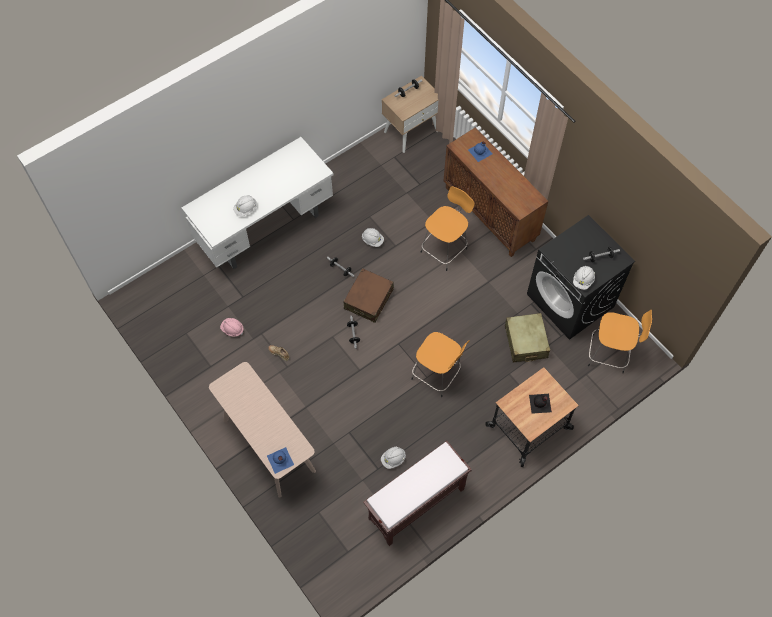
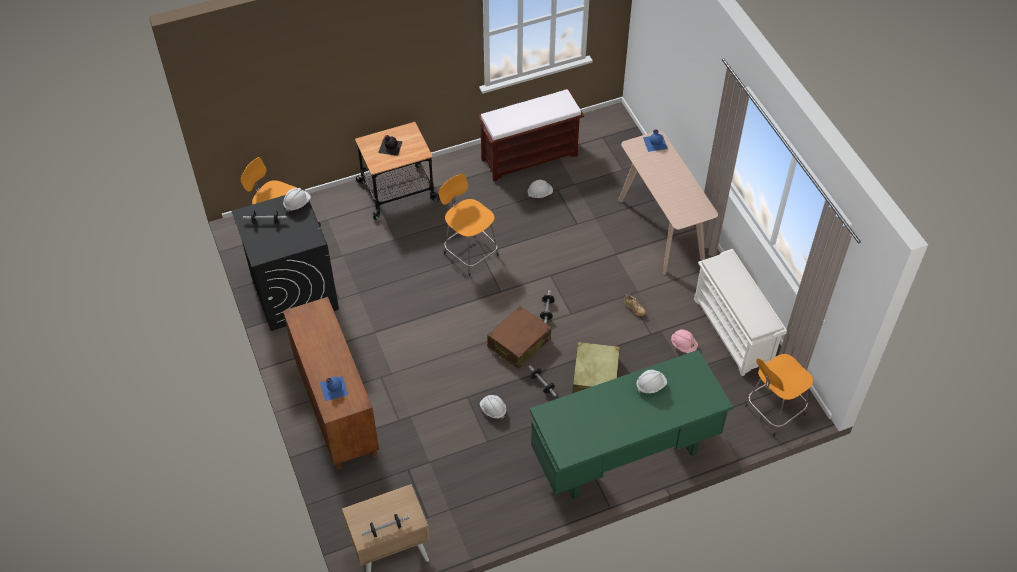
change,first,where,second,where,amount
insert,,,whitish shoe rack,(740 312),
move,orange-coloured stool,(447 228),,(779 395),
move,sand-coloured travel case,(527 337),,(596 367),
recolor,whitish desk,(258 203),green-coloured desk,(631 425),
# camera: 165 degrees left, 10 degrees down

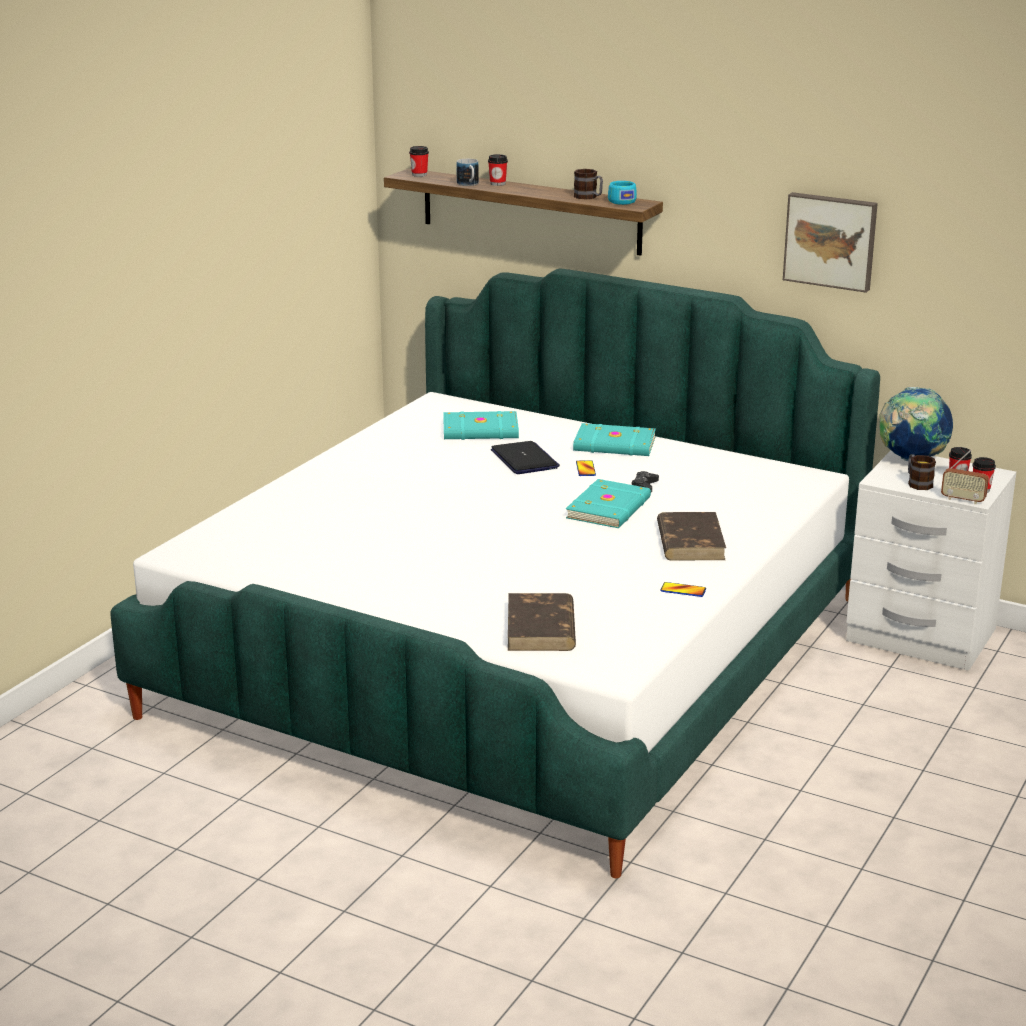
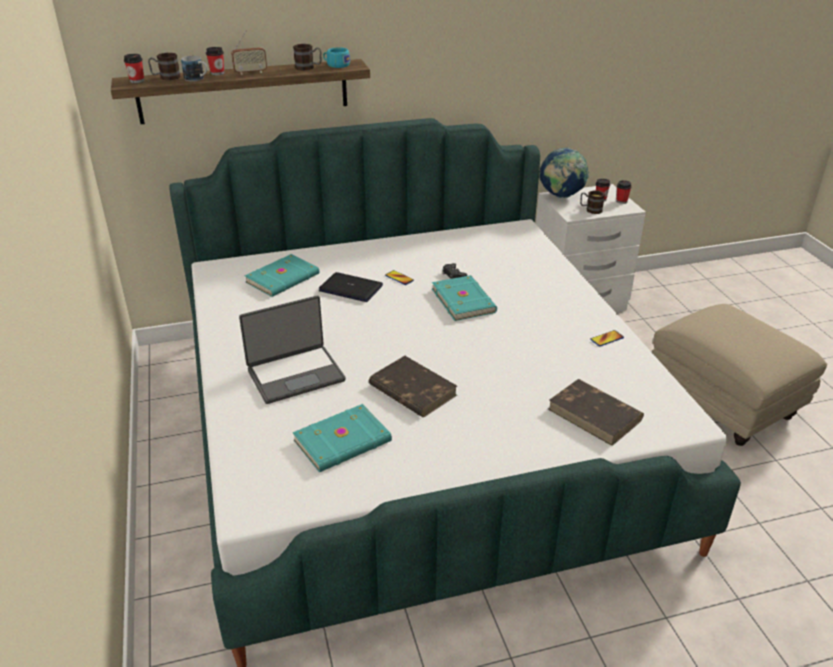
change,first,where,second,where,amount
delete,picture,(830 242),,,
insert,,,coffee mug,(164 66),
insert,,,laptop,(292 350),
insert,,,sand-coloured pouffe,(739 375),
move,turquoise-coloured book,(614 439),,(342 438),
move,brown book,(691 536),,(413 386),
move,radio set,(965 477),,(249 52),
# camera: 45 degrees left, 10 degrees up

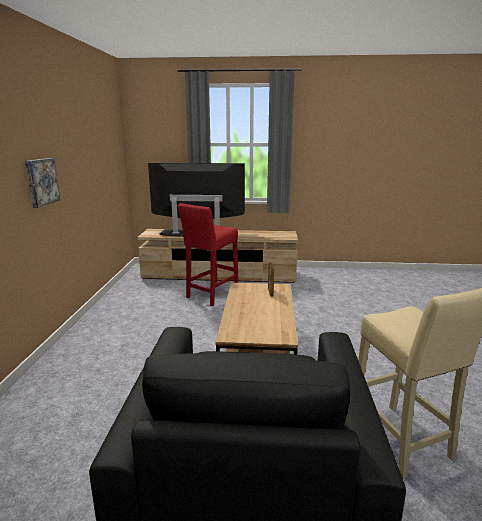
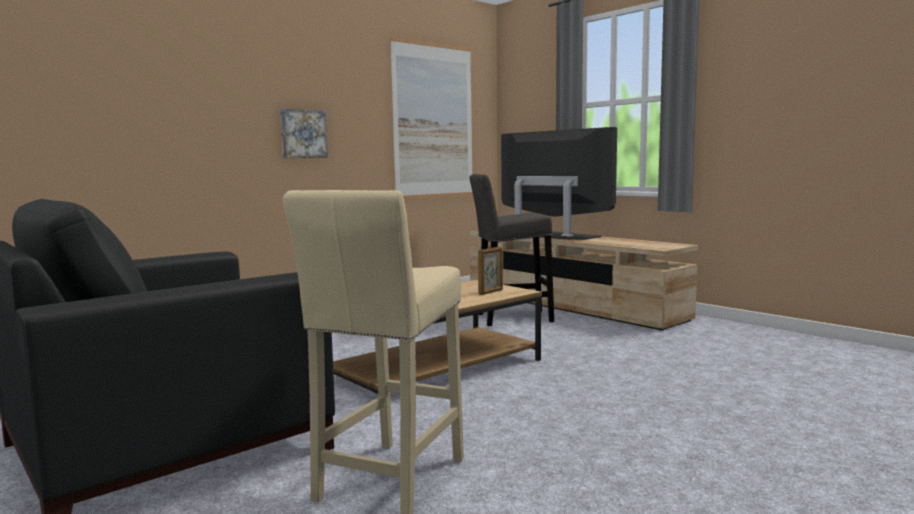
change,first,where,second,where,amount
insert,,,picture,(431 118),
recolor,reddish stool,(208 254),grey stool,(511 250),
# camera: 45 degrees right, 10 degrees down

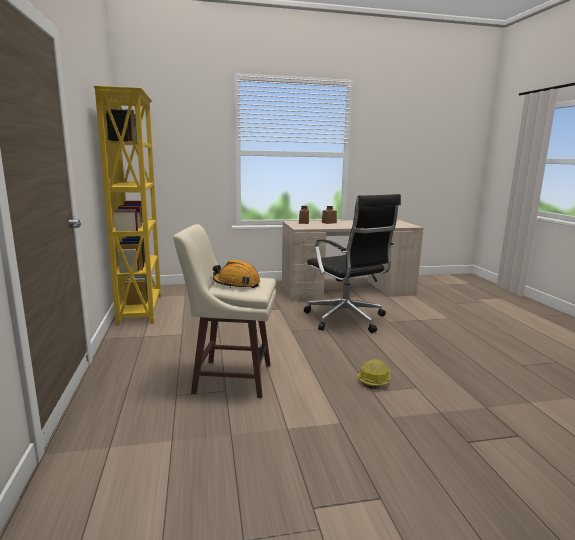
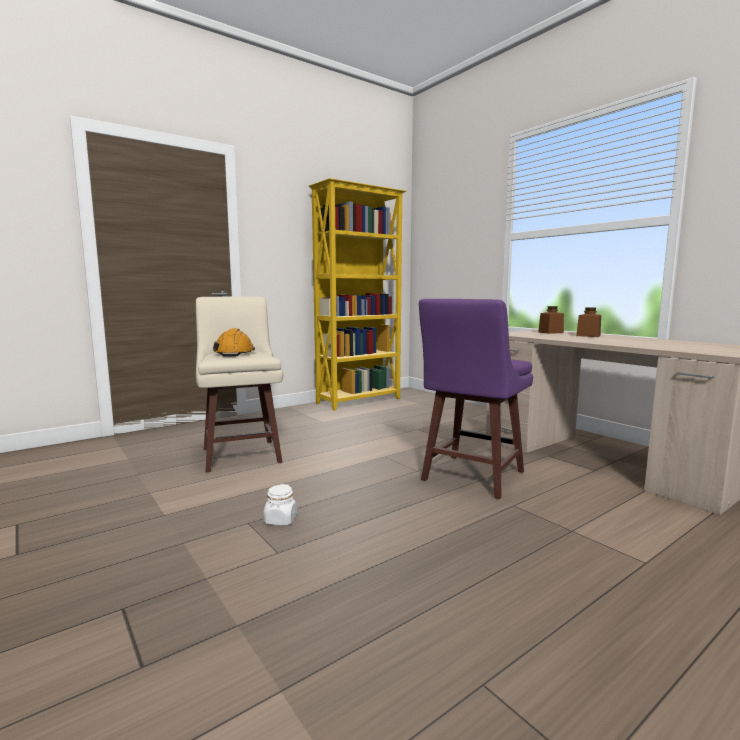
change,first,where,second,where,amount
replace,black-coloured desk chair,(352 263),purple stool,(476 399),
replace,safety helmet,(374 373),whitish storage jar,(280 504),
# camera: 65 degrees right, 5 degrees down

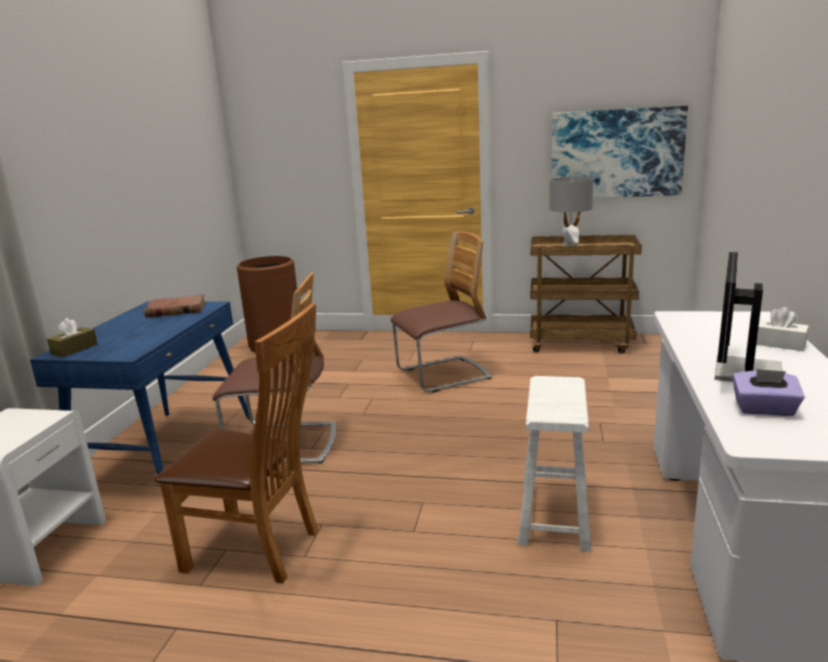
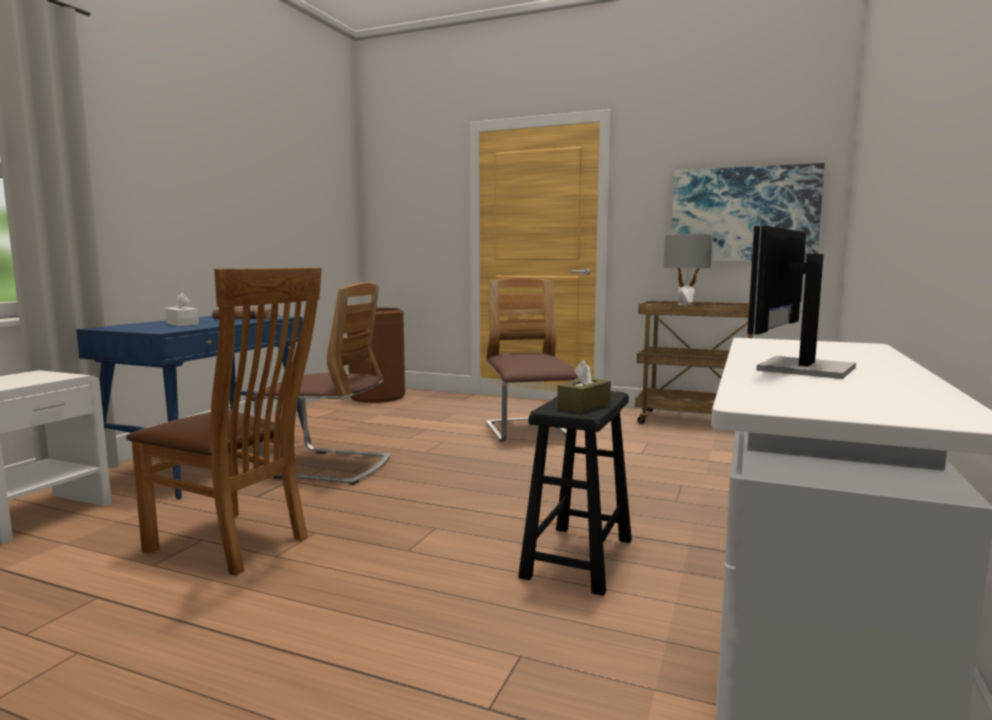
change,first,where,second,where,amount
delete,purple tissue holder,(768 392),,,
move,brown tissue holder,(72 337),,(584 386),
move,whitish tissue holder,(782 329),,(182 309),
recolor,whitish stool,(554 463),black-coloured stool,(575 493),
rotate,upright chair,(441 312),,(531 359),90 degrees counterclockwise
# camera: 10 degrees right, 10 degrees down

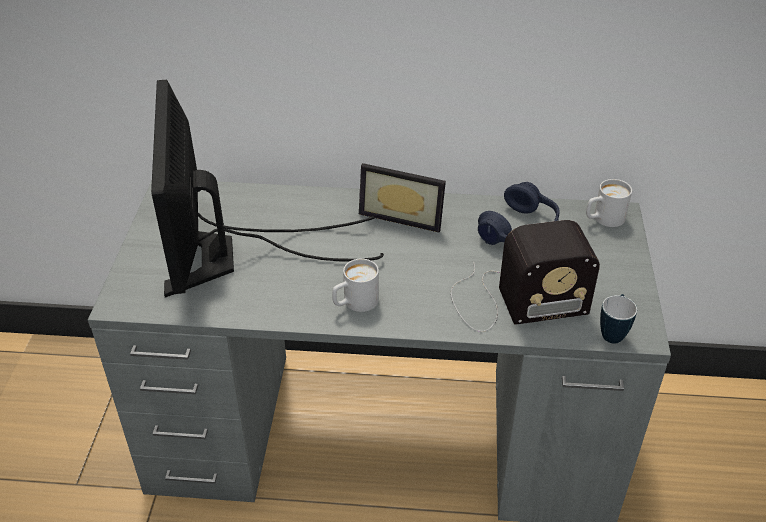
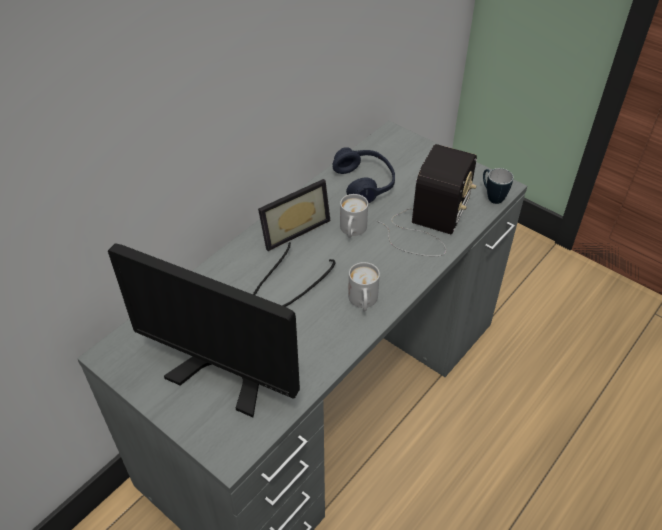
change,first,where,second,where,amount
move,whitish coffee mug,(609 203),,(354 216),
# camera: 55 degrees left, 5 degrees up

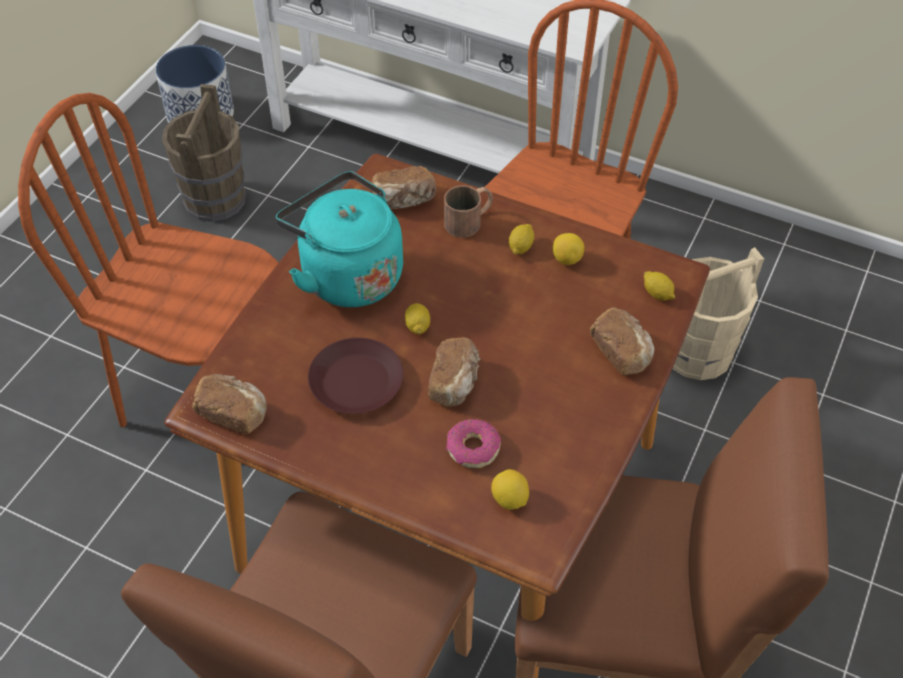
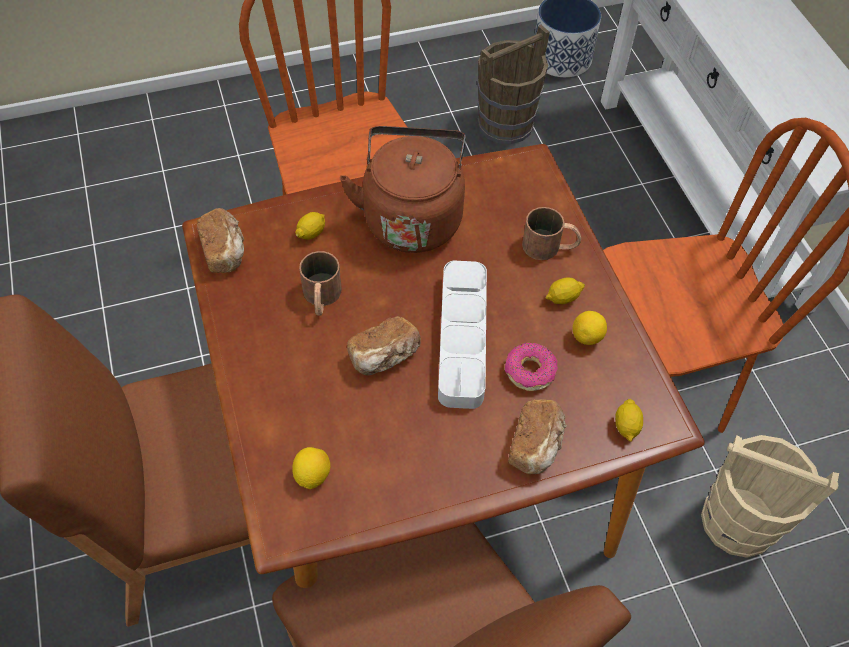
change,first,where,second,where,amount
delete,bread,(404 187),,,
insert,,,grey carrying tray,(462 334),
move,lemon,(417 319),,(310 226),
move,ring doughnut,(473 443),,(531 367),
replace,brown dinner plate,(355 375),brown coffee mug,(320 283),
recolor,turquoise-coloured tea kettle,(339 239),brown tea kettle,(403 189),
# camera: 45 degrees right, 5 degrees up

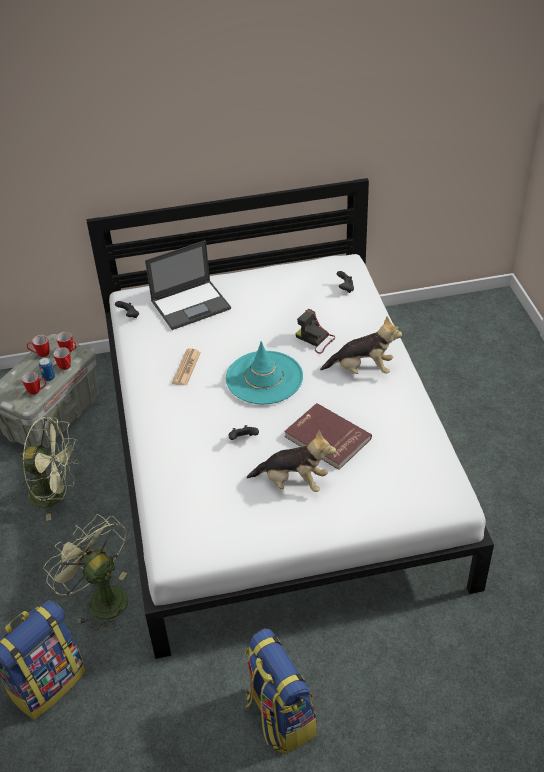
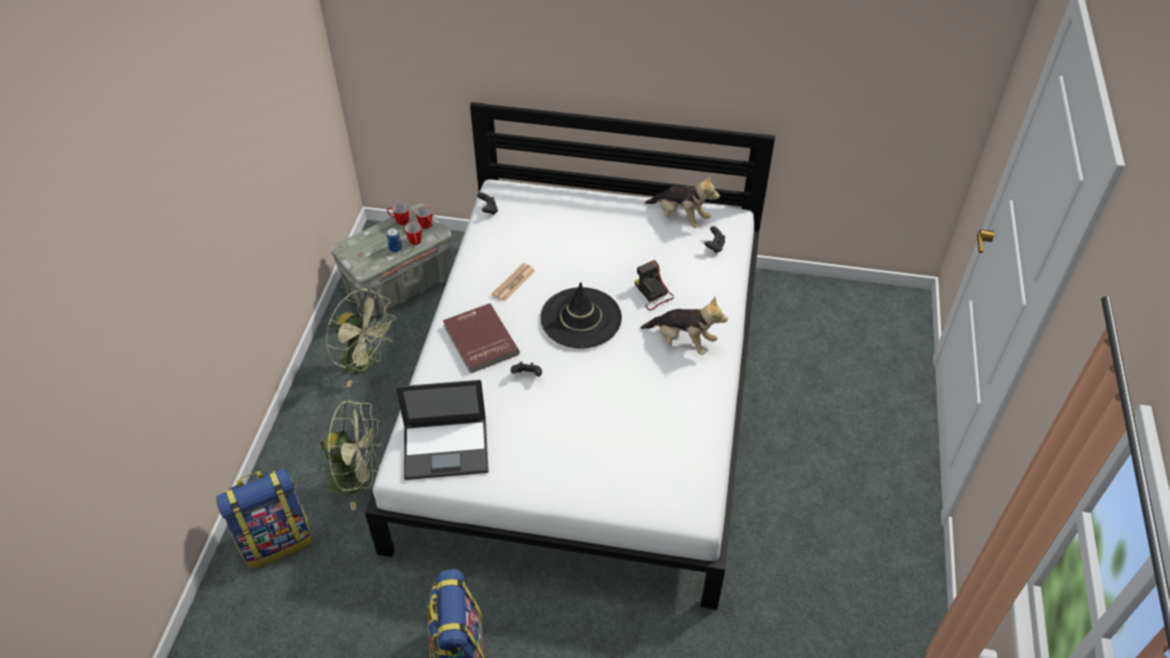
change,first,where,second,where,amount
delete,coffee mug,(34 383),,,
move,laptop,(188 285),,(442 430),
move,plush toy,(291 461),,(682 201),
move,reddish book,(328 436),,(481 338),
recolor,turquoise-coloured clothing hat,(264 372),black-coloured clothing hat,(581 315),
rotate,green-coloured fan,(85 572),,(351 455),120 degrees clockwise
# camera: 20 degrees right, 5 degrees up

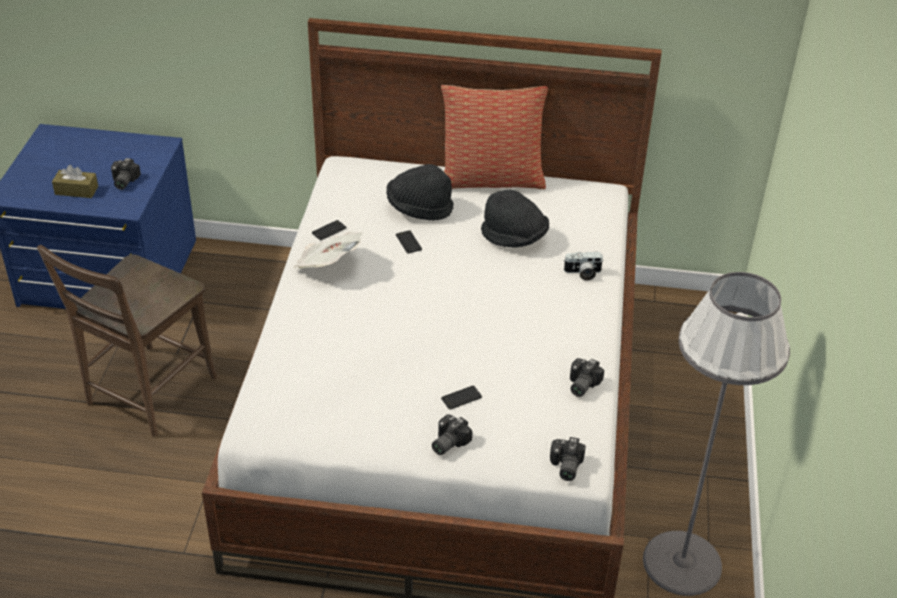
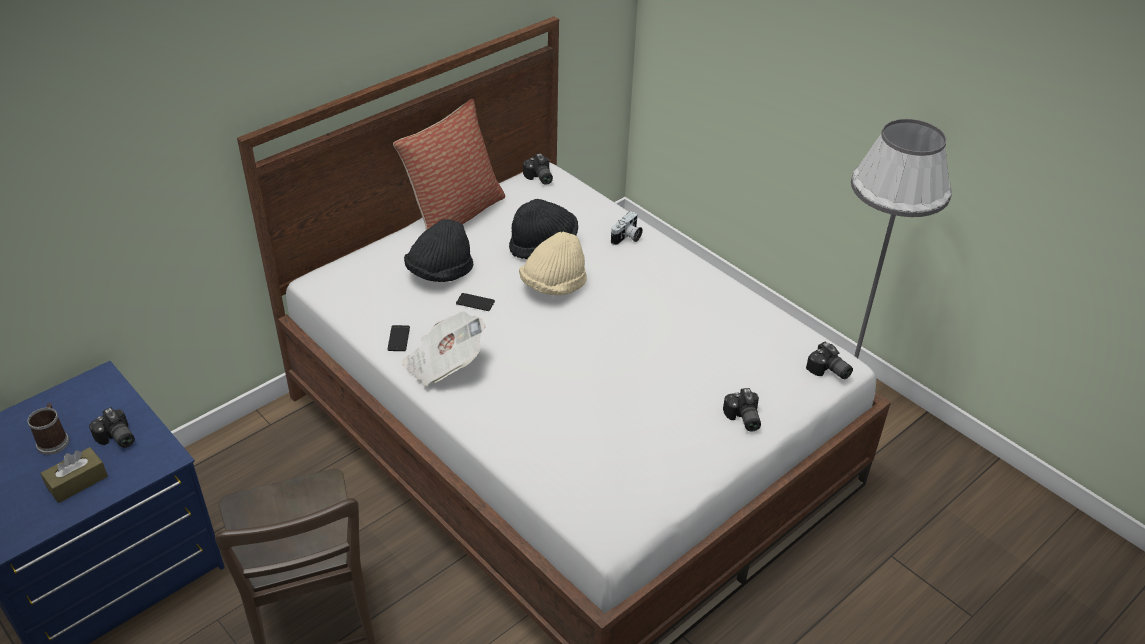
change,first,where,second,where,amount
delete,handset,(461 398),,,
insert,,,coffee mug,(48 429),
insert,,,sand-coloured clothing hat,(553 264),
move,still camera,(587 377),,(538 169),
# camera: 50 degrees left, 0 degrees up

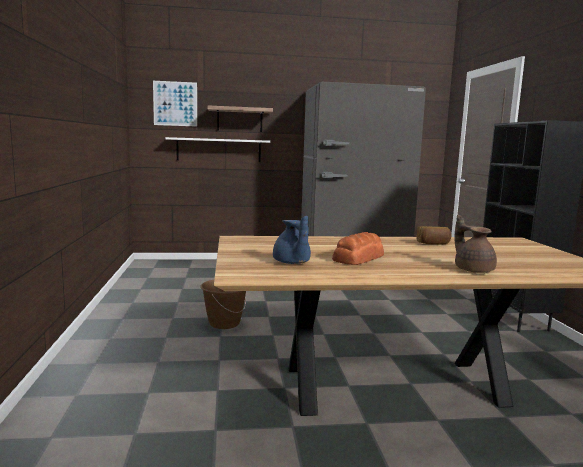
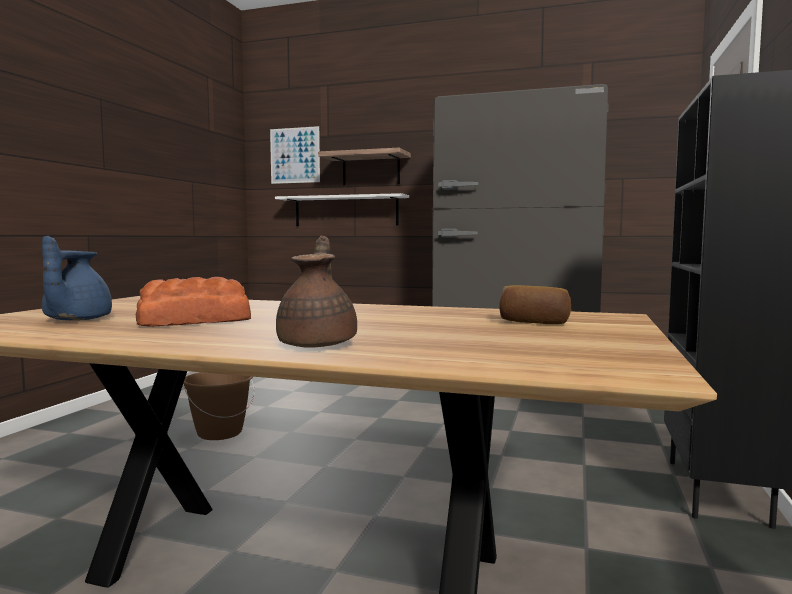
change,first,where,second,where,amount
move,bread,(433 235),,(535 304),
# camera: 25 degrees right, 5 degrees down

